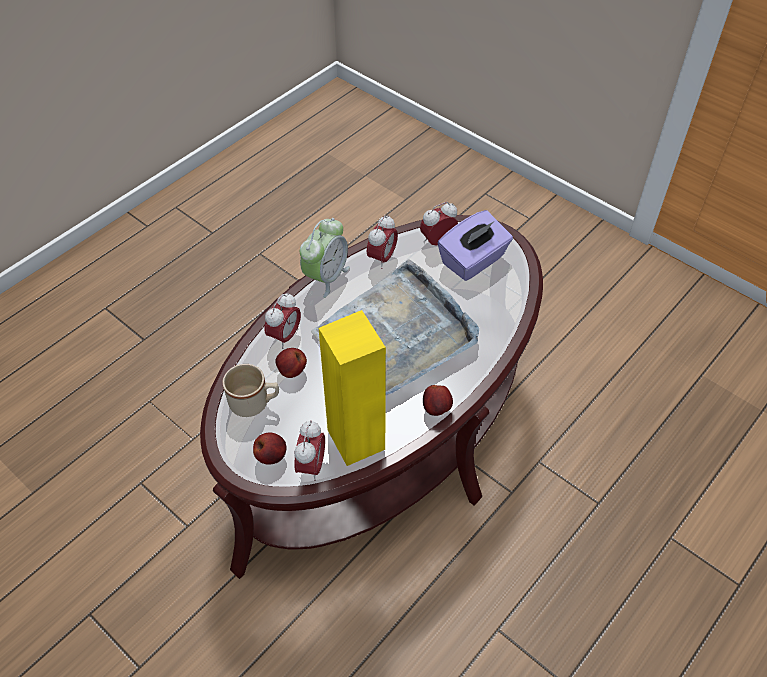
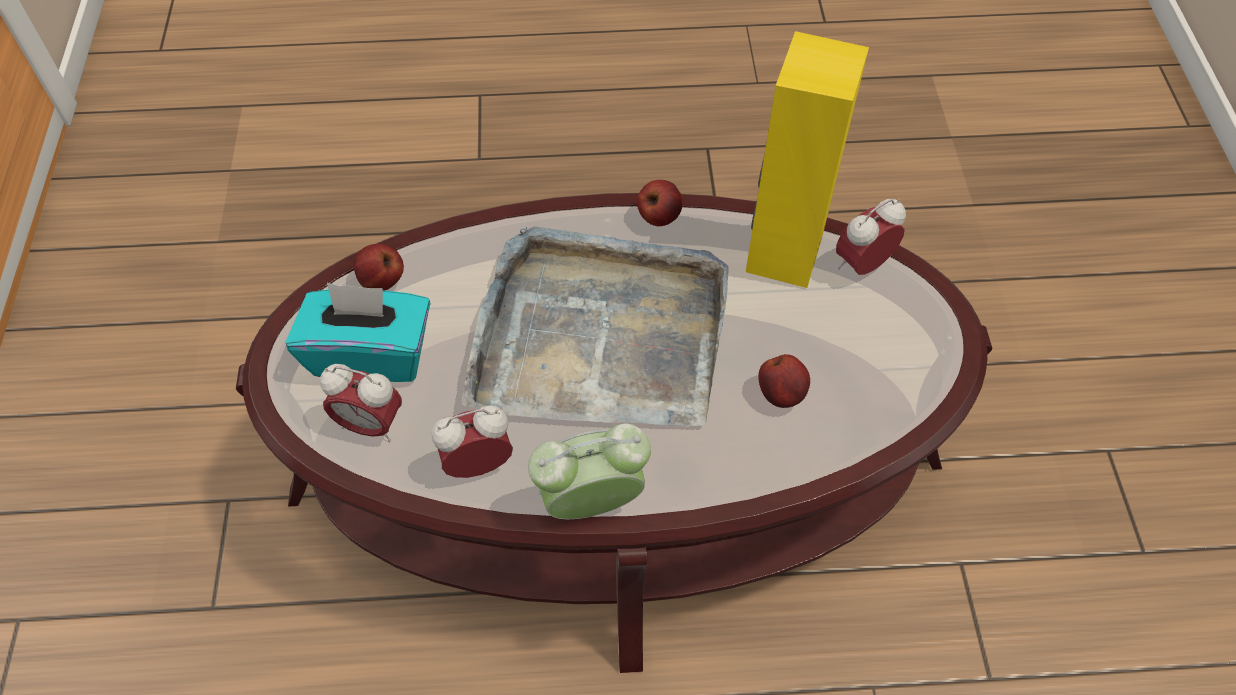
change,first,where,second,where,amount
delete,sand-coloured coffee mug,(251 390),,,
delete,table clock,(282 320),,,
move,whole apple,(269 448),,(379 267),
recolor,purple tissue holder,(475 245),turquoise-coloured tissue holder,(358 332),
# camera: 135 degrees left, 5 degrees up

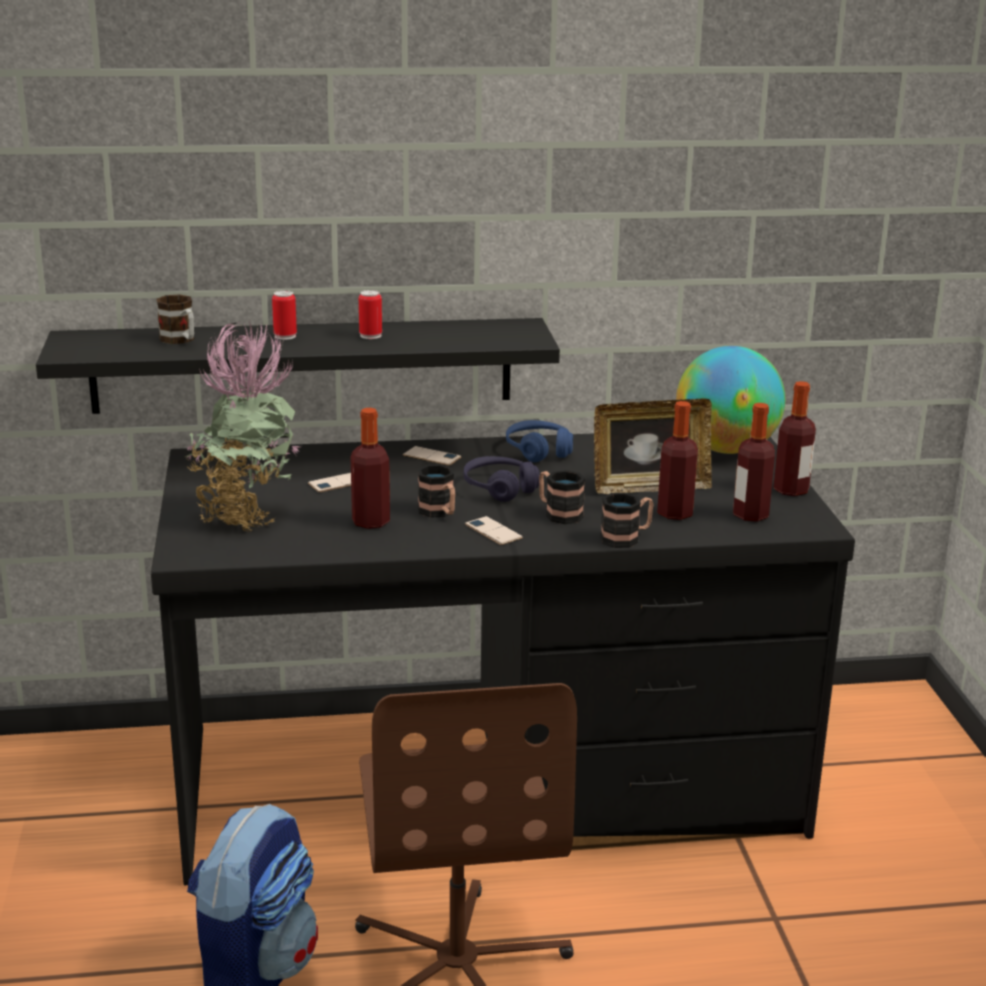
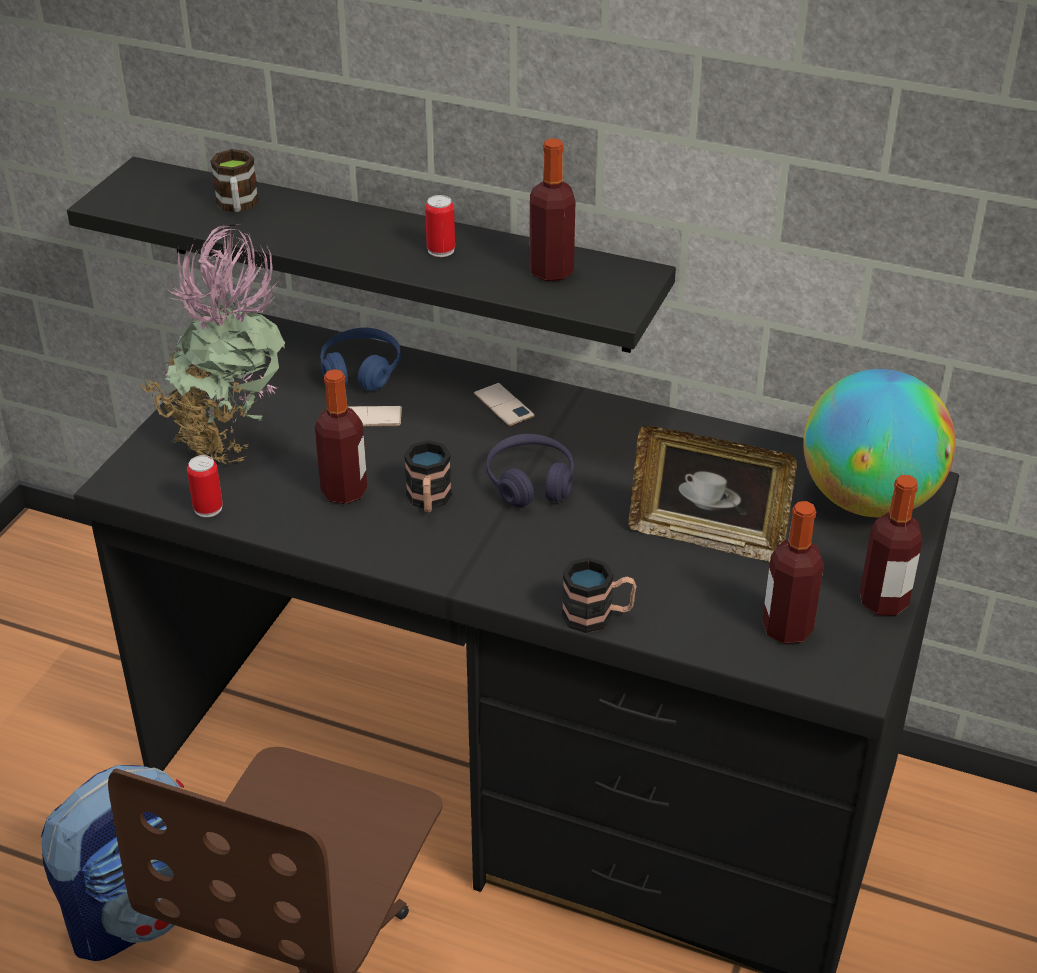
change,first,where,second,where,amount
delete,handset,(494 530),,,
delete,coffee mug,(562 497),,,
move,metal can,(284 315),,(205 486),
move,bluish headphones,(539 441),,(361 359),
move,drink bottle,(677 460),,(552 209),
# camera: 30 degrees right, 15 degrees up

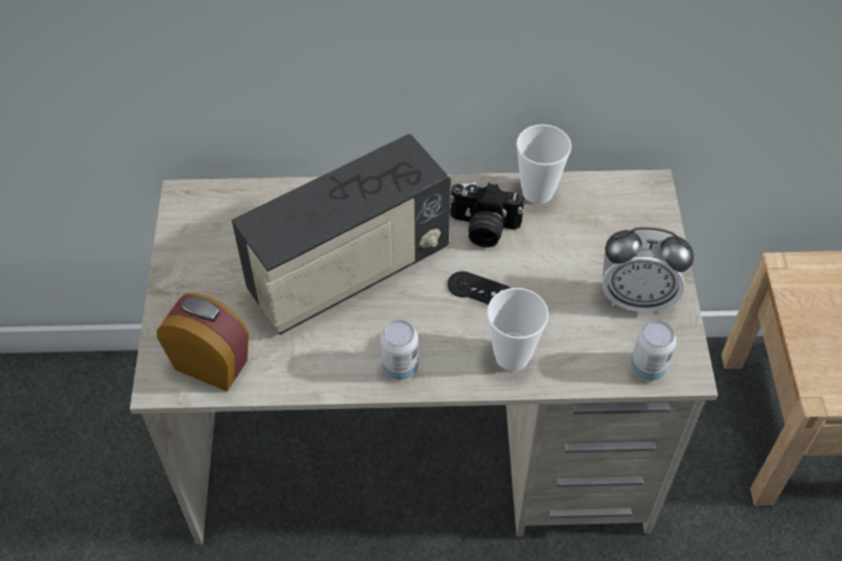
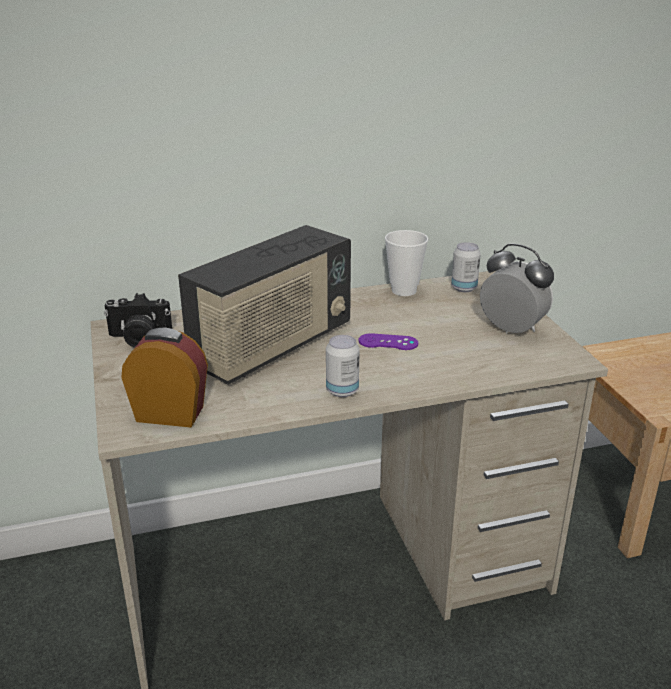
change,first,where,second,where,amount
delete,drinking cup,(518 329),,,
move,still camera,(487 214),,(138 320),
move,metal can,(653 351),,(466 267),
recolor,black-coloured joypad,(479 288),purple joypad,(388 341),
rotate,table clock,(648 270),,(517 288),135 degrees counterclockwise
# camera: 15 degrees left, 25 degrees down

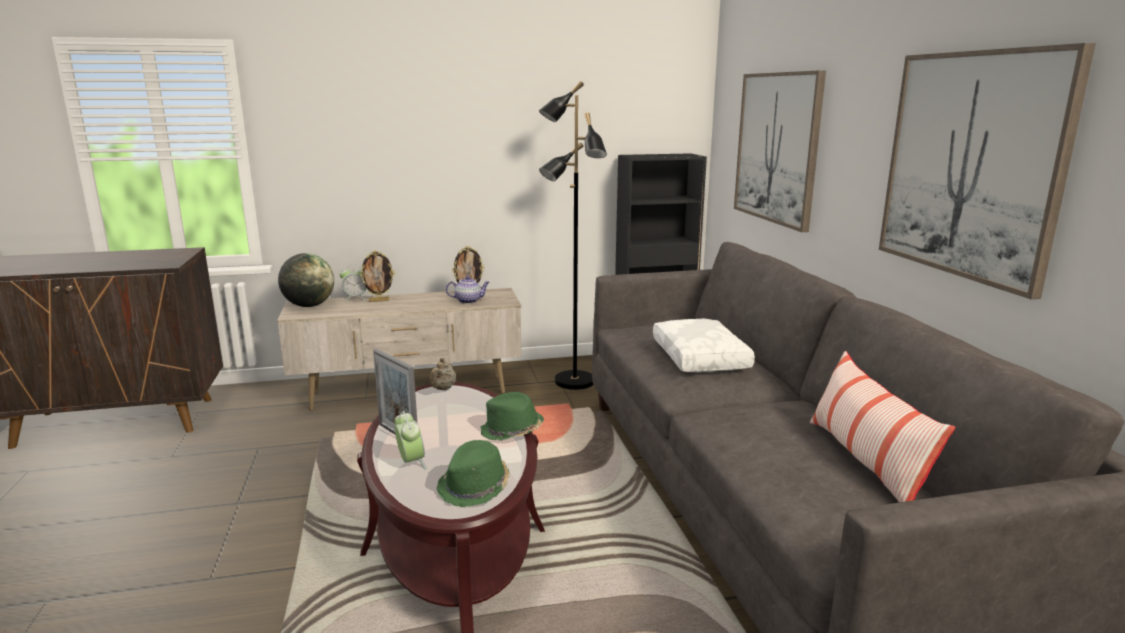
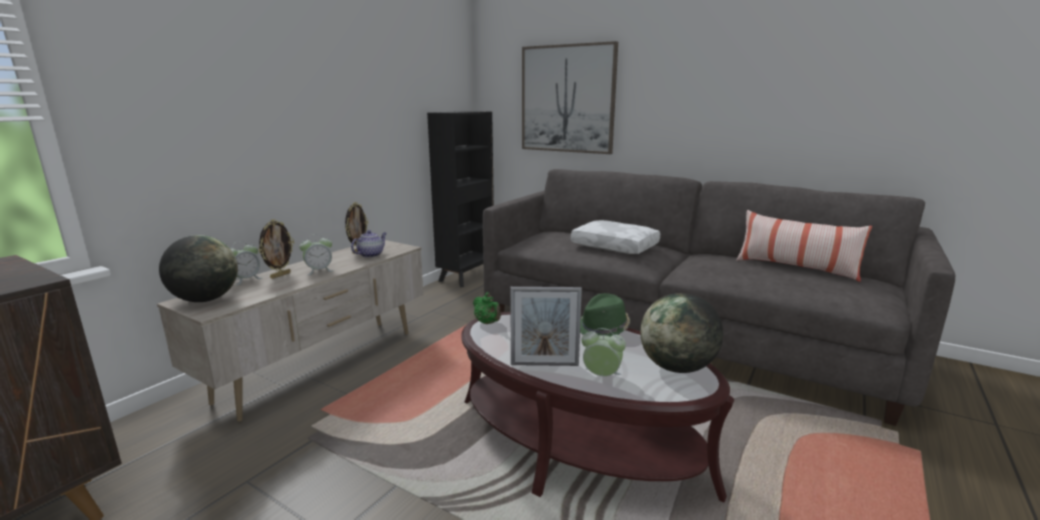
change,first,where,second,where,amount
delete,black-coloured standing lamp,(573 235),,,
delete,picture,(987 171),,,
insert,,,table clock,(315 254),
replace,green-coloured clothing hat,(473 473),world globe,(681 333),
recolor,sand-coloured tea pot,(442 373),green-coloured tea pot,(487 308),
# camera: 45 degrees left, 0 degrees up

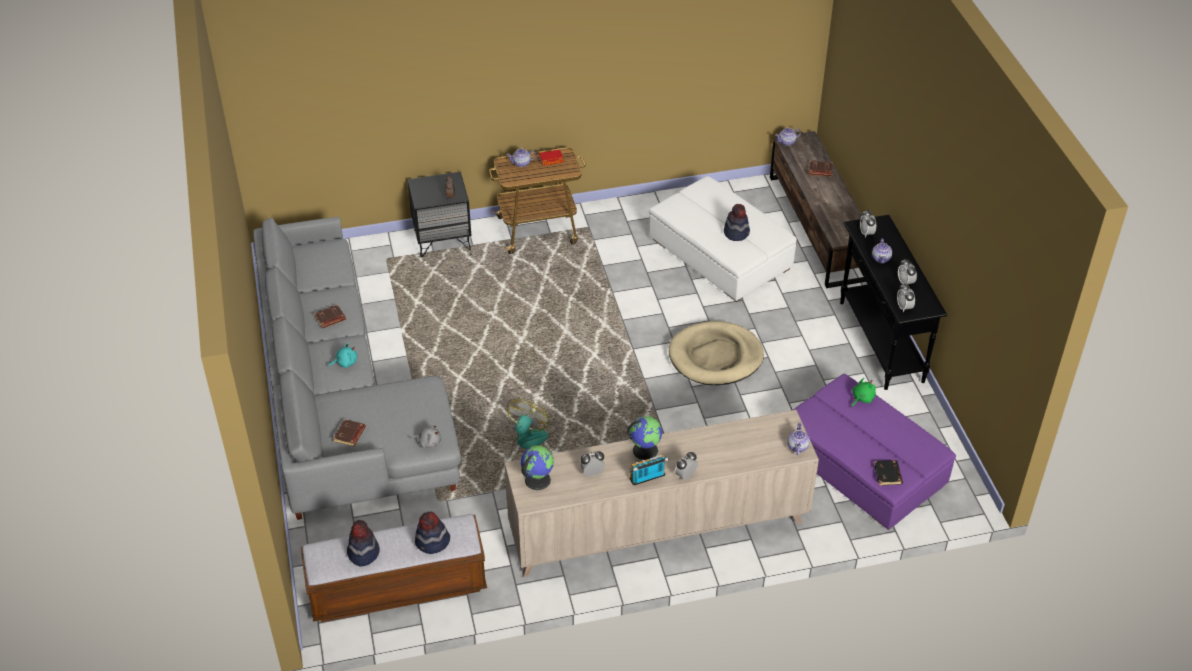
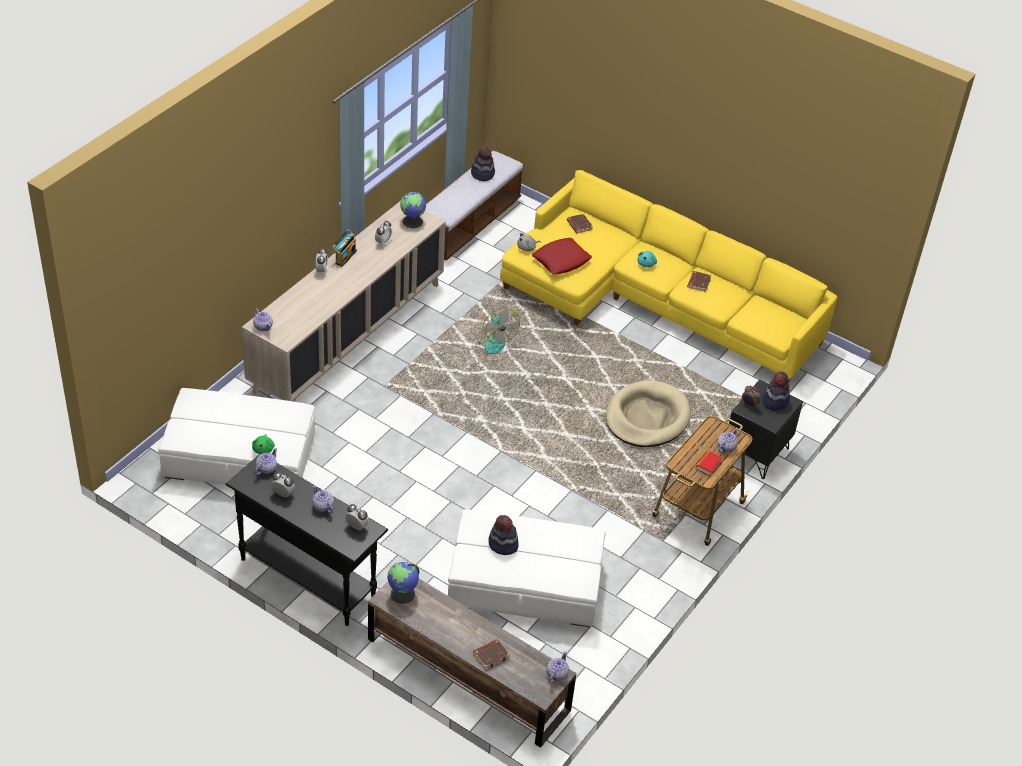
change,first,where,second,where,amount
delete,black-coloured book,(888 473),,,
insert,,,reddish cushion,(562 256),
move,clothing hat,(432 533),,(776 391),
move,world globe,(644 438),,(403 583),
move,sand-coloured dog cushion,(716 353),,(648 413),
replace,table clock,(906 297),tea pot,(266 461),
recolor,grey sofa,(357 368),yellowish sofa,(669 276),
recolor,purple pouffe,(874 452),whitish pouffe,(236 436),
# camera: 135 degrees right, 0 degrees up

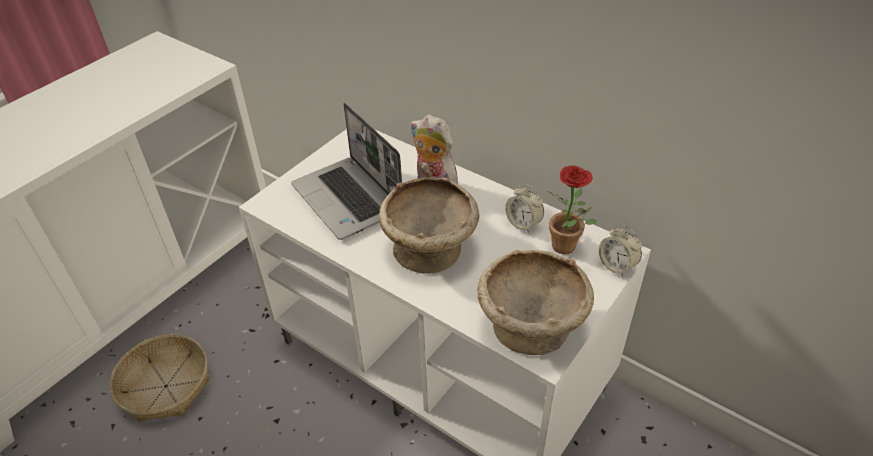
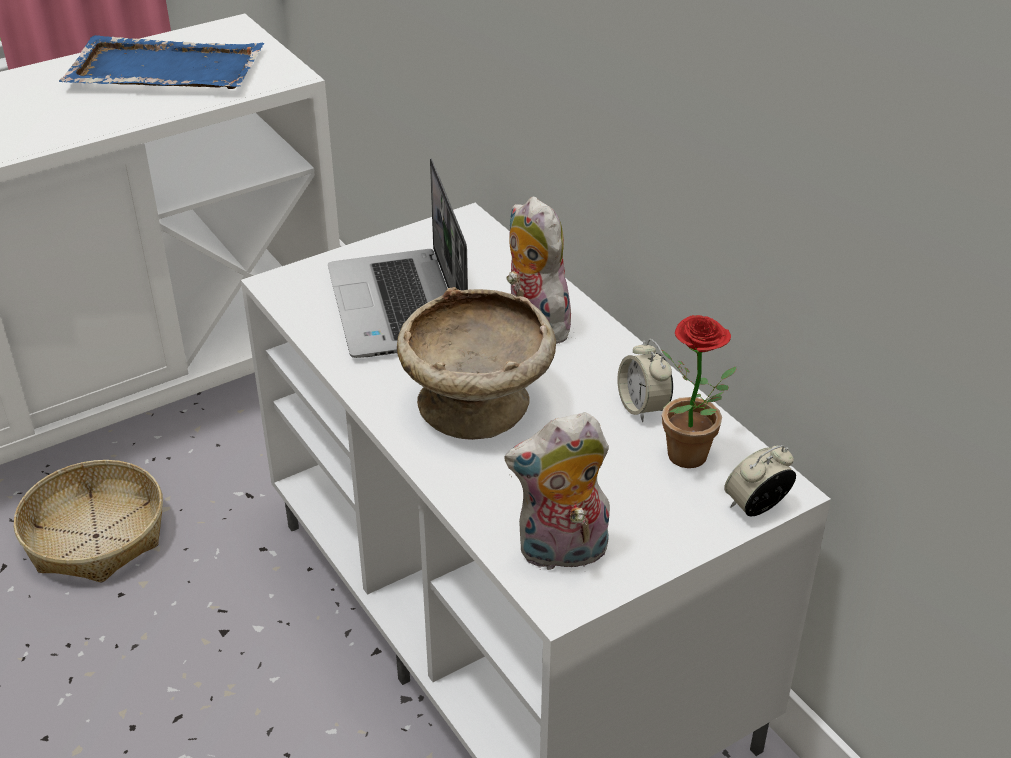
change,first,where,second,where,amount
insert,,,bluish carrying tray,(161 62),
replace,sand-coloured serving bowl,(536 302),plush toy,(557 491),
rotate,table clock,(620 251),,(760 480),75 degrees clockwise
# camera: 20 degrees right, 5 degrees down

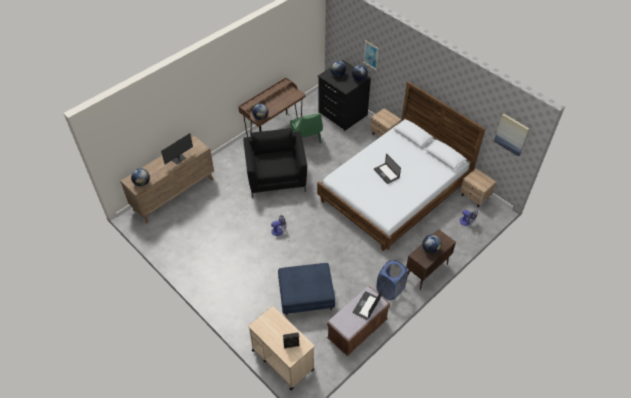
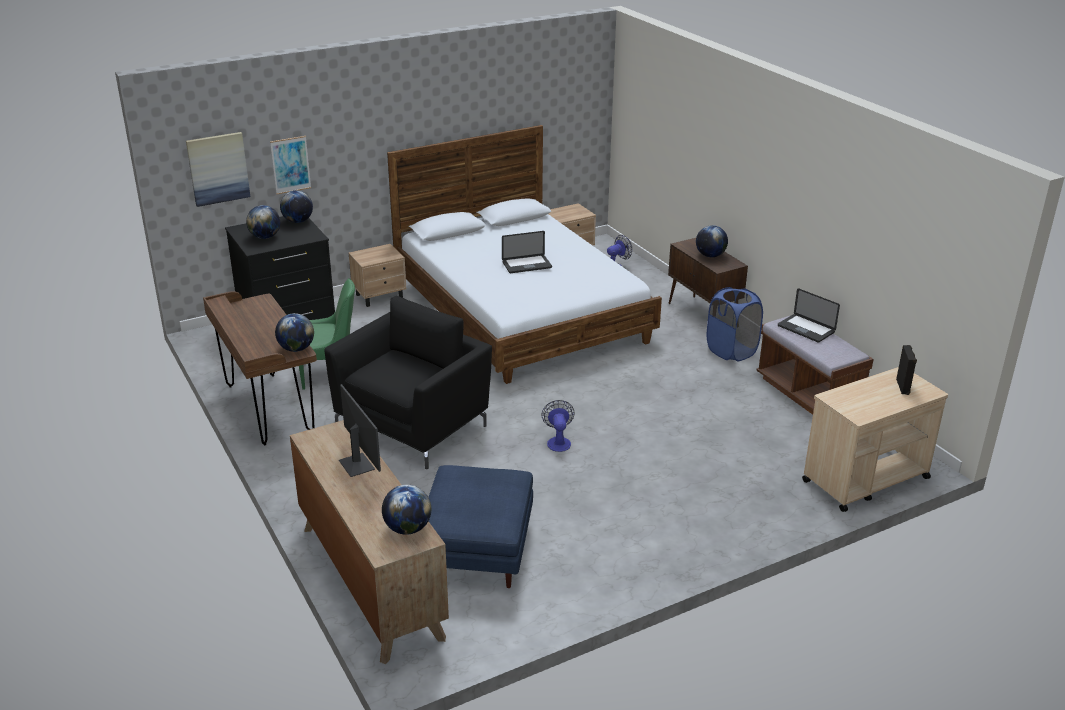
change,first,where,second,where,amount
move,bluish pouffe,(306 289),,(481 526),
move,picture,(511 135),,(218 169),
rotate,black-coloured armchair,(275 163),,(408 382),120 degrees clockwise
# camera: 75 degrees left, 20 degrees down

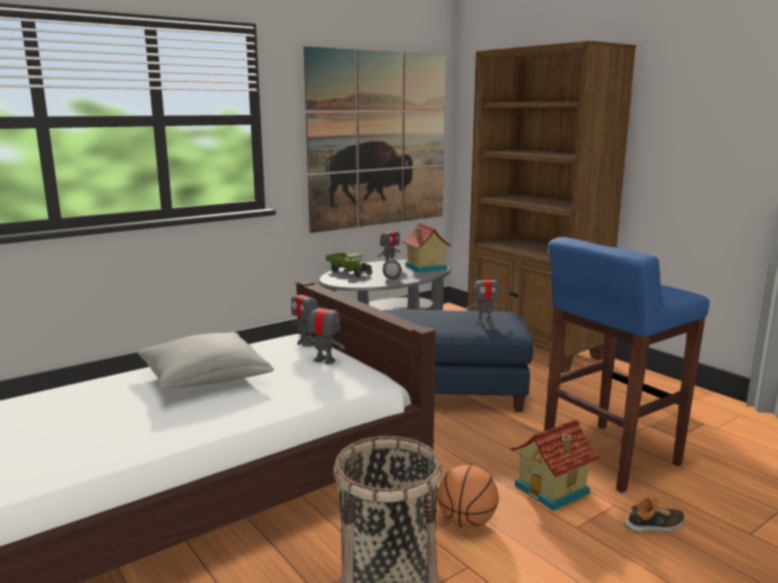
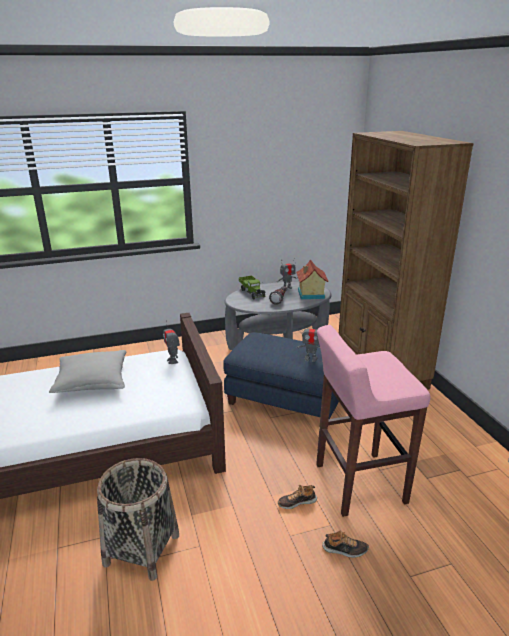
change,first,where,second,where,amount
delete,toy robot,(324 331),,,
delete,picture,(375 139),,,
delete,ball for basketball,(468 496),,,
replace,miniature house,(555 465),item of footwear,(297 497),
recolor,bluish stool,(626 365),pink stool,(373 421),
# camera: 20 degrees right, 10 degrees up

